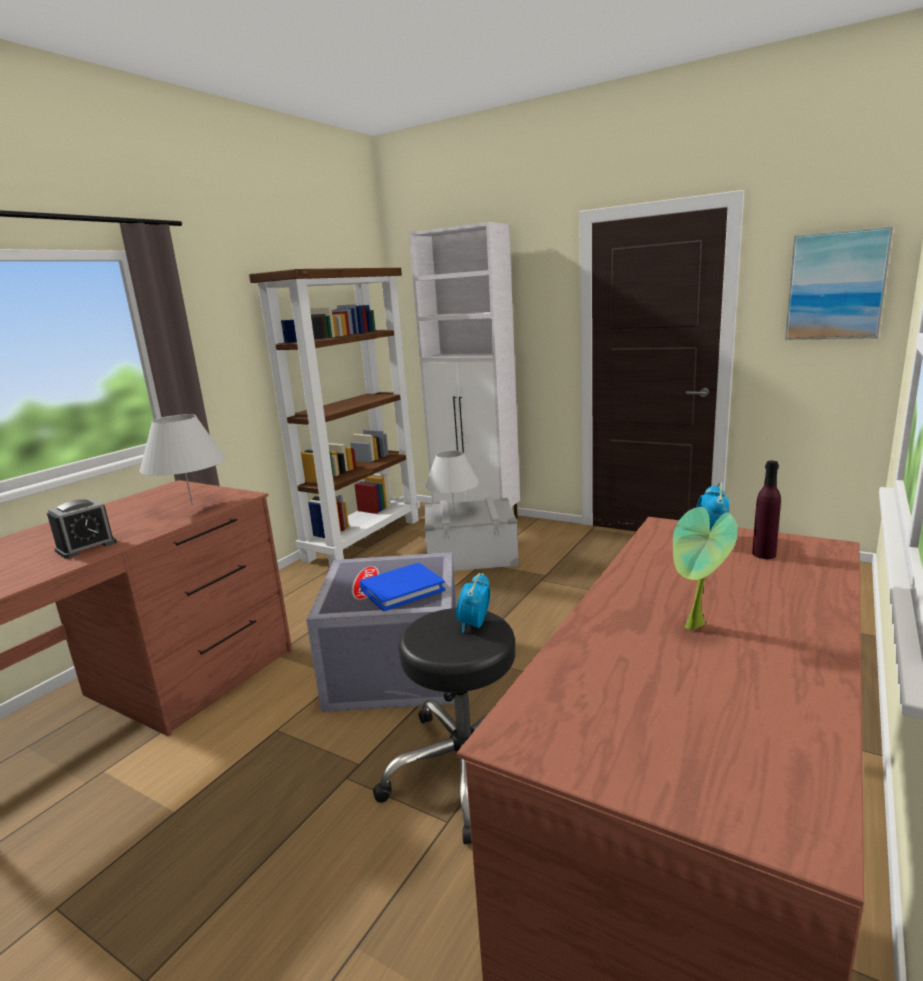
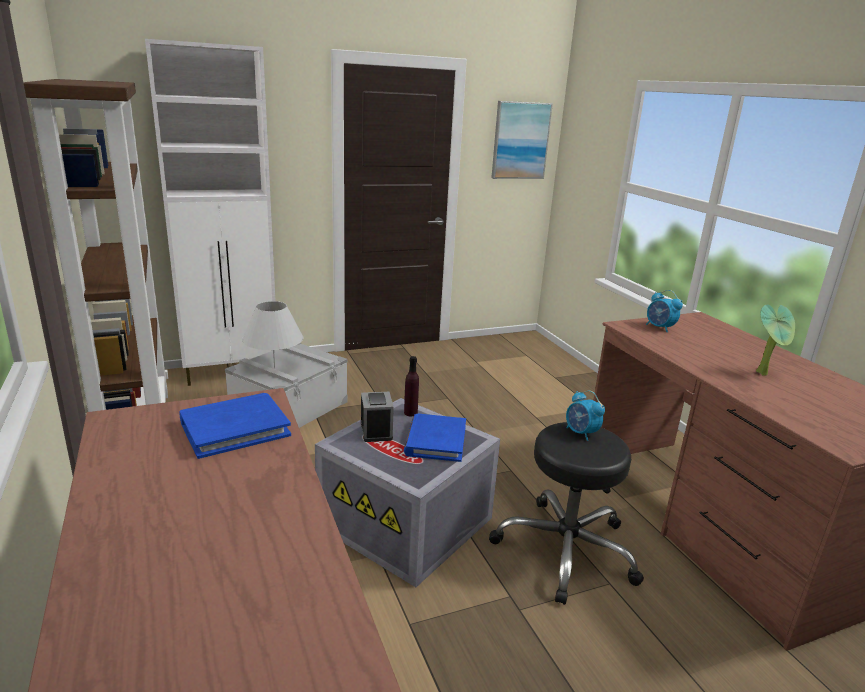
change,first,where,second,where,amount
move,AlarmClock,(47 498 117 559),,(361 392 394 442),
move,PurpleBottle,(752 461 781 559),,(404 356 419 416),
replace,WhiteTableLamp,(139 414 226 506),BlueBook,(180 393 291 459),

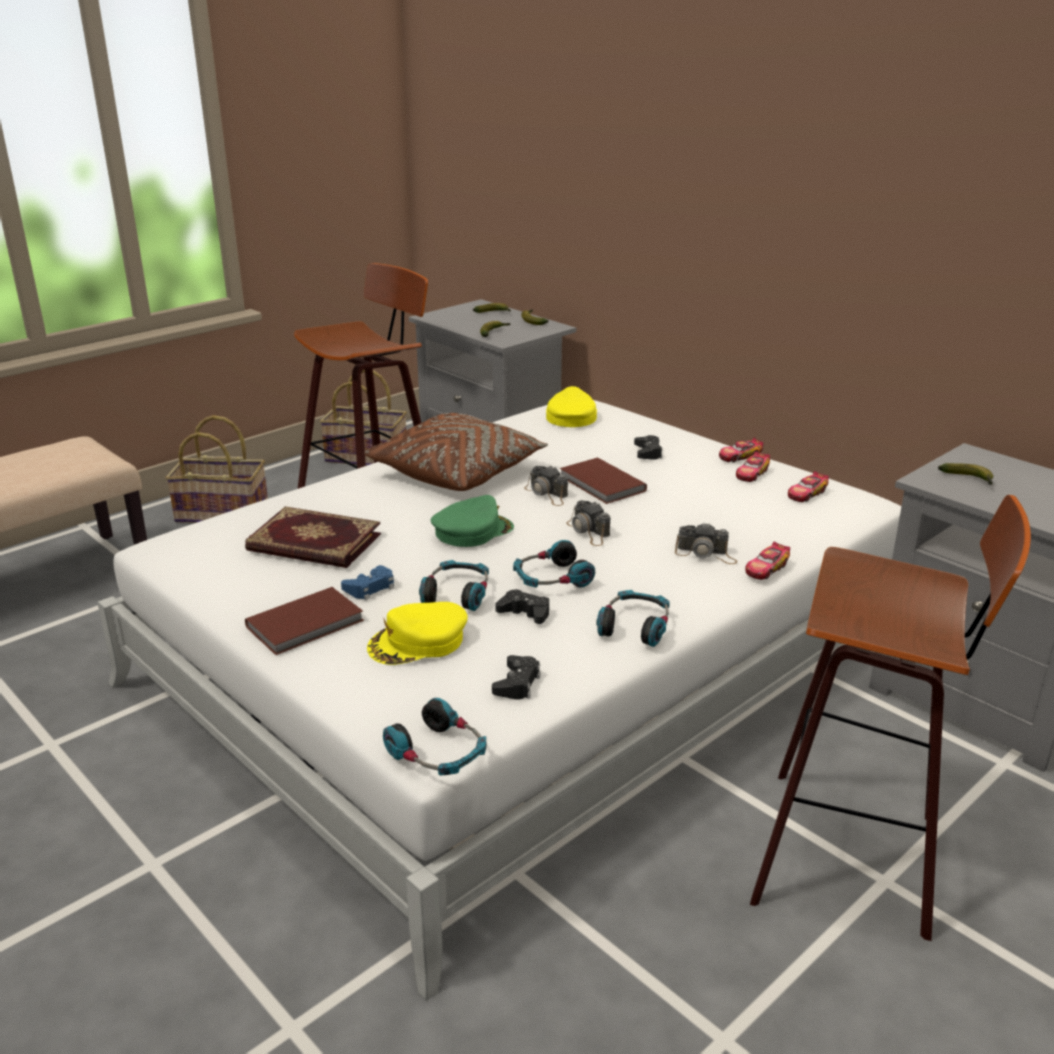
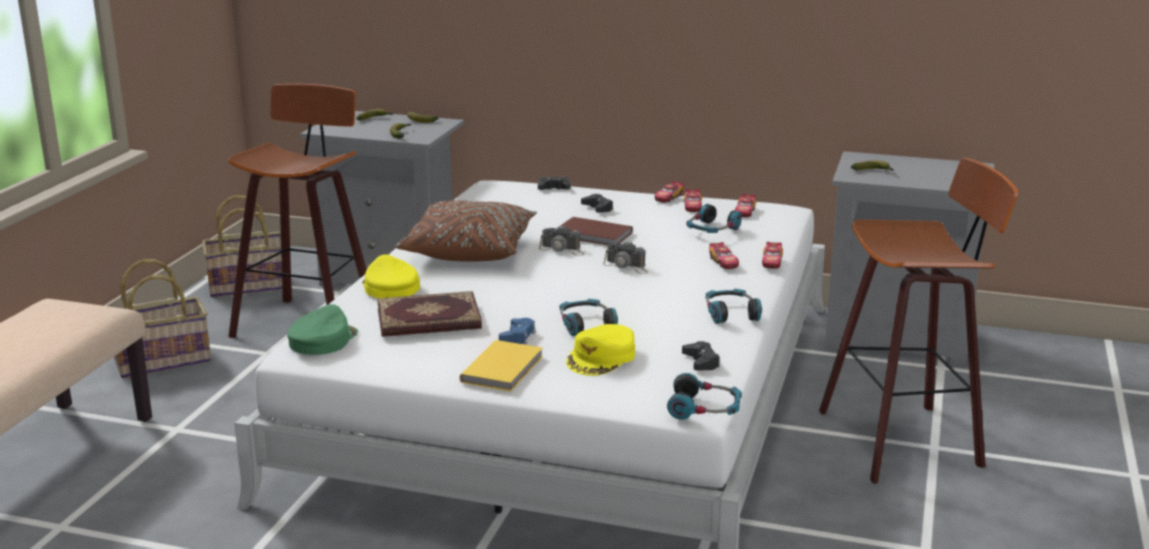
change,first,where,second,where,amount
move,GreenCap,(431 495 514 547),,(287 304 358 355),
move,BlackGameController,(495 589 549 624),,(538 177 571 190),
move,Headphones,(513 540 595 588),,(687 204 742 233),
move,YellowCap,(546 386 597 427),,(362 254 420 298),
replace,PhotoCamera,(675 522 737 564),ToyCar,(709 242 739 269),
recolor,BrownBook,(245 587 364 655),YellowBook,(459 340 543 392),

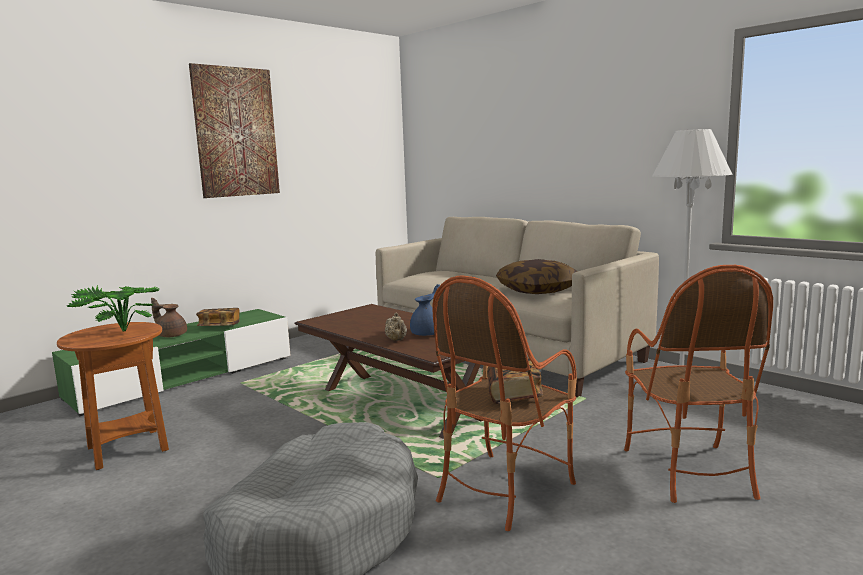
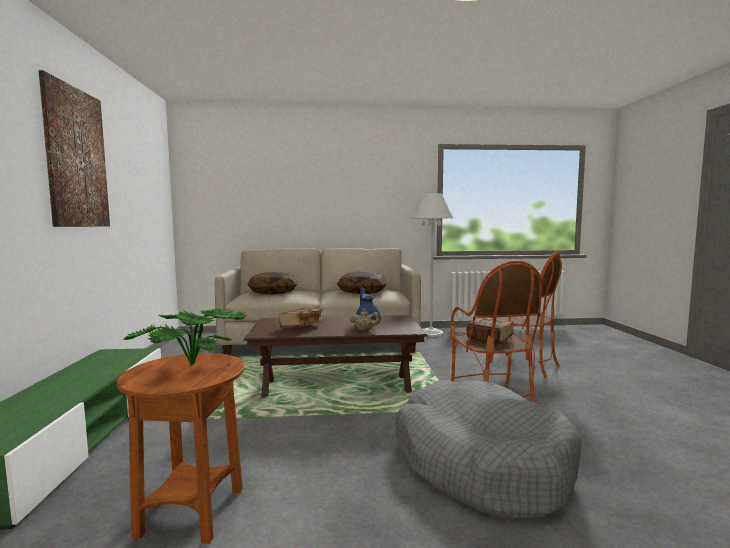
change,first,where,second,where,amount
delete,BrownTeapot,(151 298 187 337),,,
insert,,,Pillow,(248 272 298 294),
move,Book,(196 308 240 326),,(279 308 324 328),

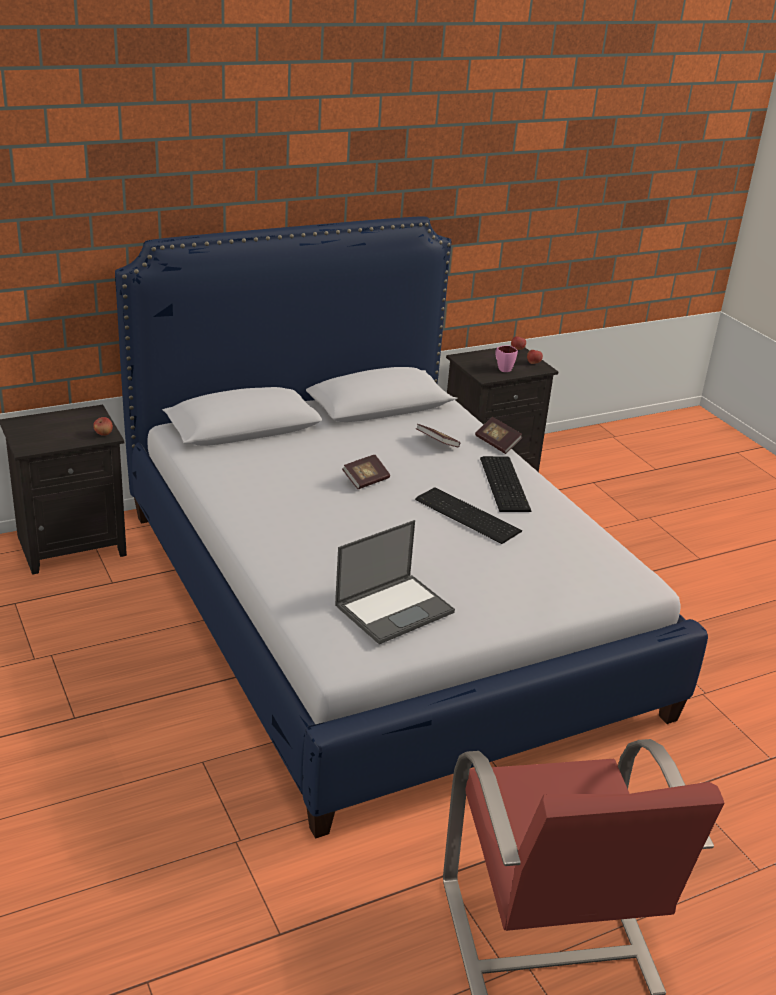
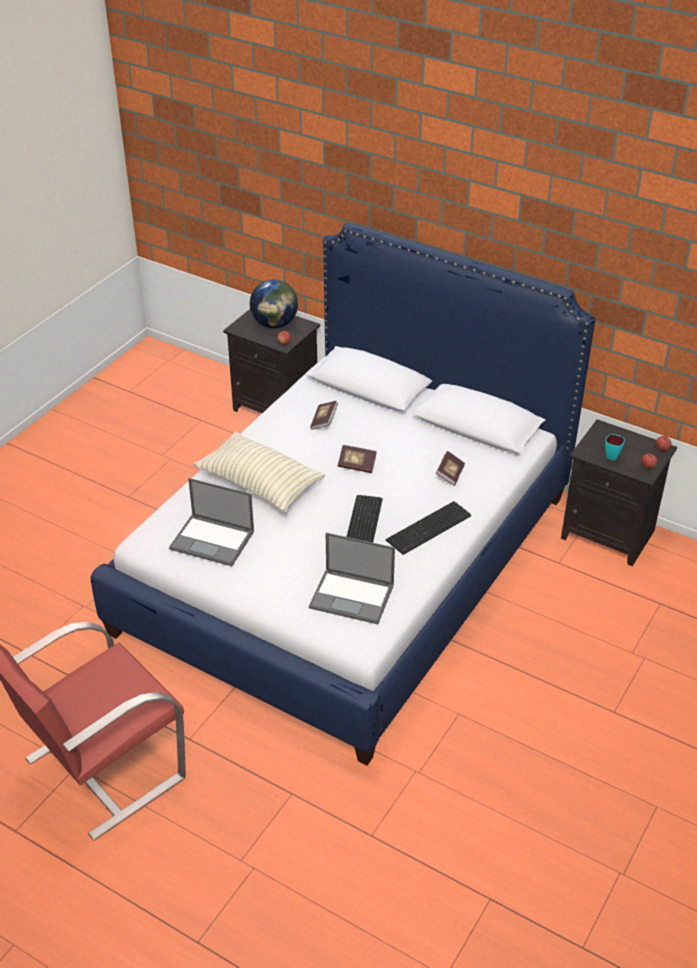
change,first,where,second,where,amount
insert,,,Pillow,(193 432 325 513),
insert,,,Globe,(250 280 298 328),
insert,,,Laptop,(309 533 395 624),
move,Book,(475 417 522 454),,(310 401 338 430),
recolor,PinkMug,(495 345 518 372),TurquoiseMug,(605 434 625 461),

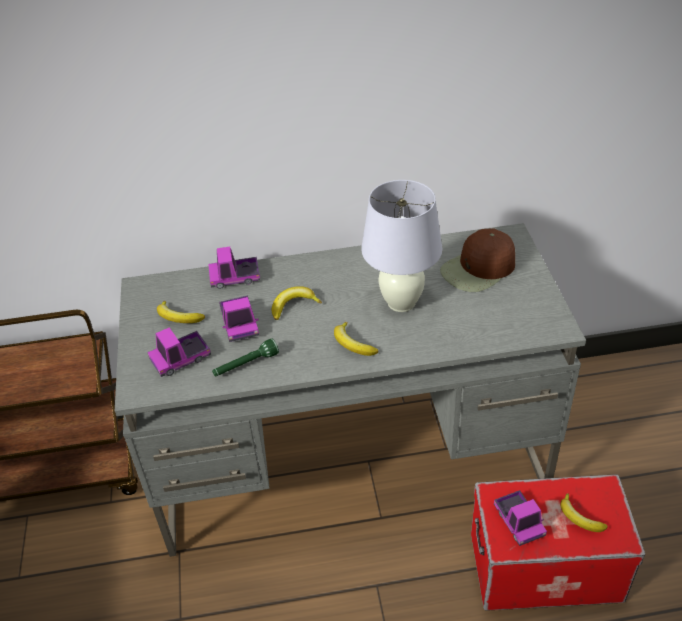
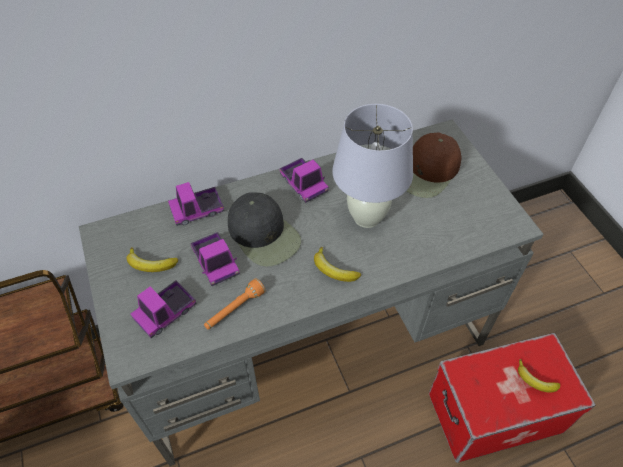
change,first,where,second,where,amount
move,ToyTruck,(494 490 547 546),,(280 158 328 203),
replace,Banana,(272 286 322 320),BlackCap,(228 192 301 267),
recolor,GreenFlashlight,(212 338 279 376),OrangeFlashlight,(204 279 265 329),

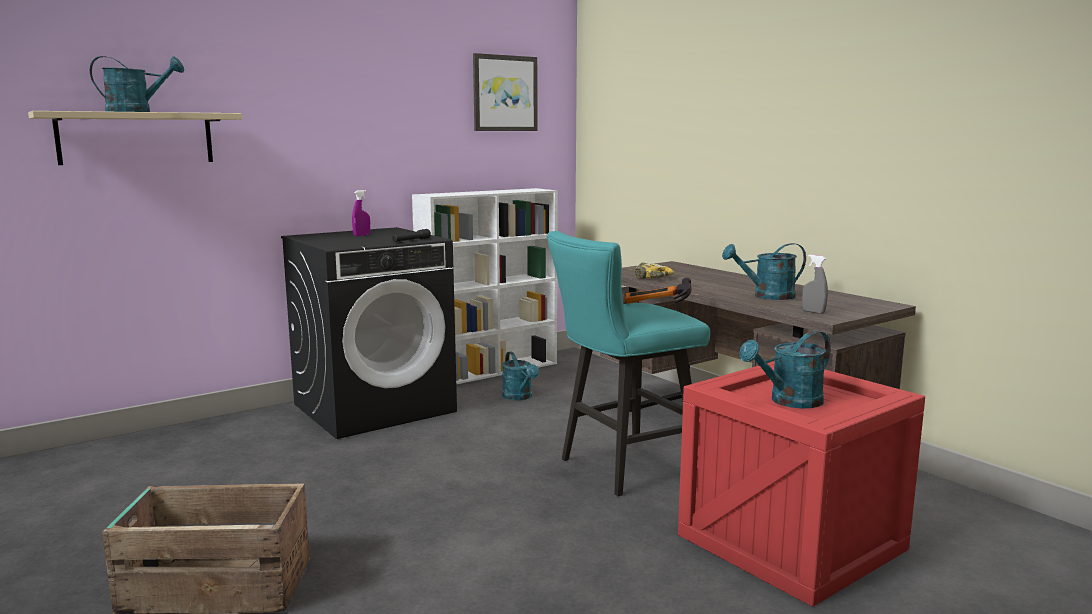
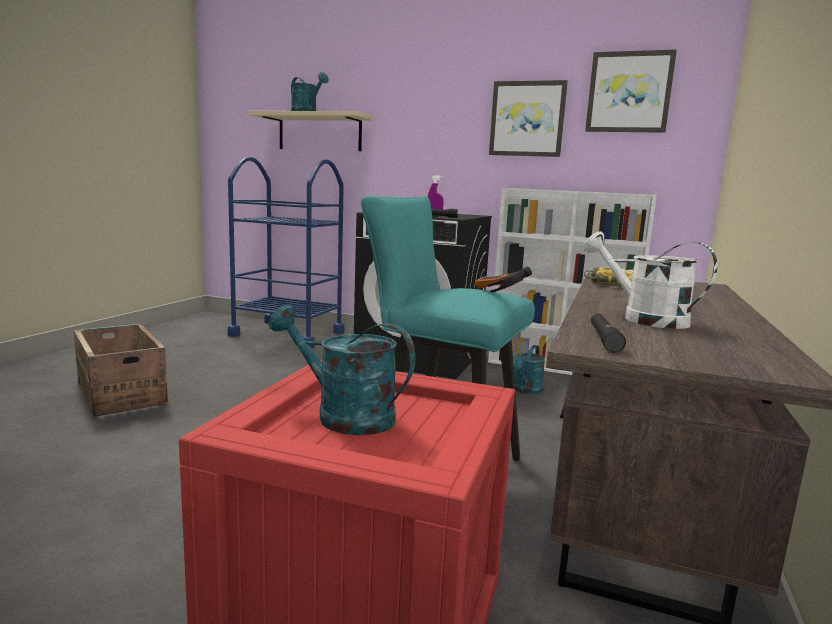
change,first,where,second,where,amount
insert,,,BlueCart,(228 157 345 348),
insert,,,Picture,(489 80 568 157),
replace,GreySprayBottle,(802 255 828 314),BlackFlashlight,(591 314 626 353),
recolor,TurquoiseWateringCan,(722 243 806 300),WhiteWateringCan,(584 231 717 329),

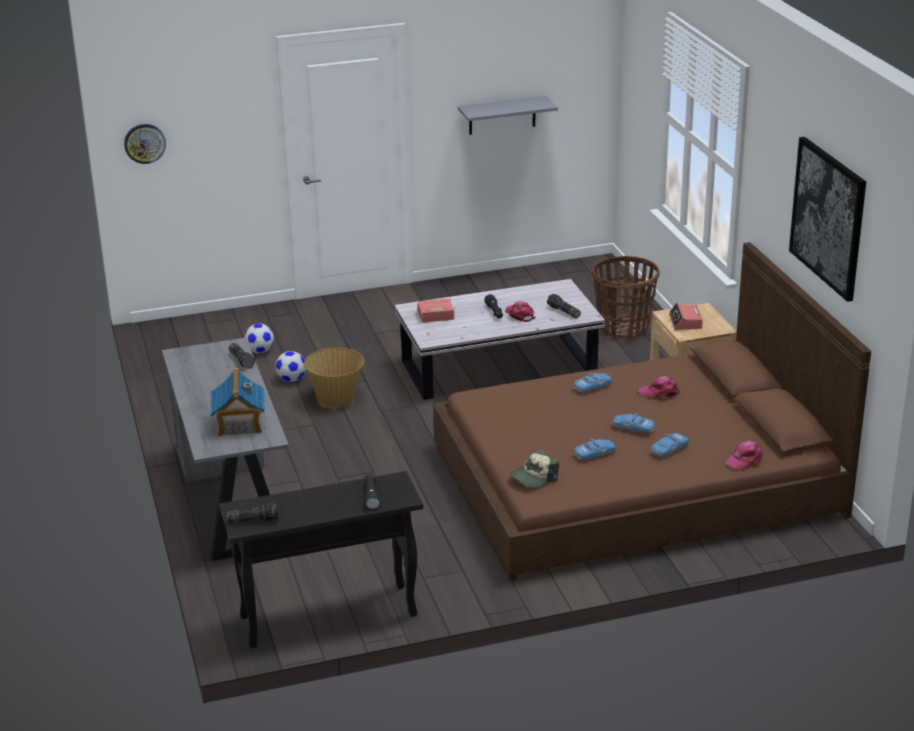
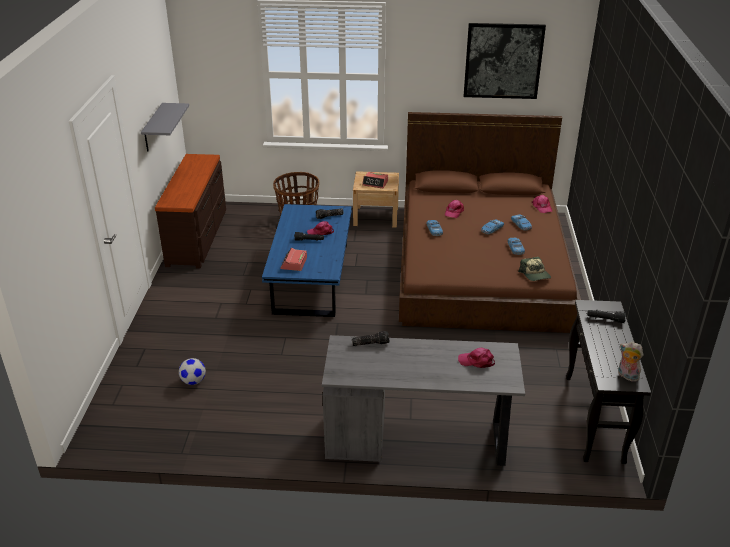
change,first,where,second,where,amount
delete,WallClock,(124 124 166 164),,,
delete,Football,(275 351 306 382),,,
delete,Basket,(304 348 364 408),,,
insert,,,BrownDresser,(155 154 226 268),
replace,ToyHouse,(210 368 265 436),PinkCap,(458 347 495 368),
replace,Flashlight,(227 503 279 524),PlushToy,(618 342 643 382),
recolor,WhiteCoffeeTable,(395 279 605 400),BlueCoffeeTable,(262 204 352 317),

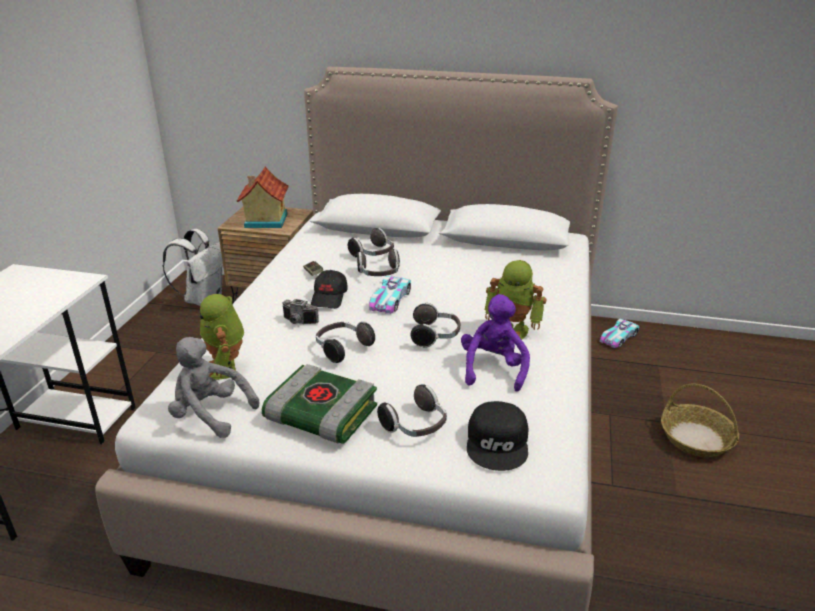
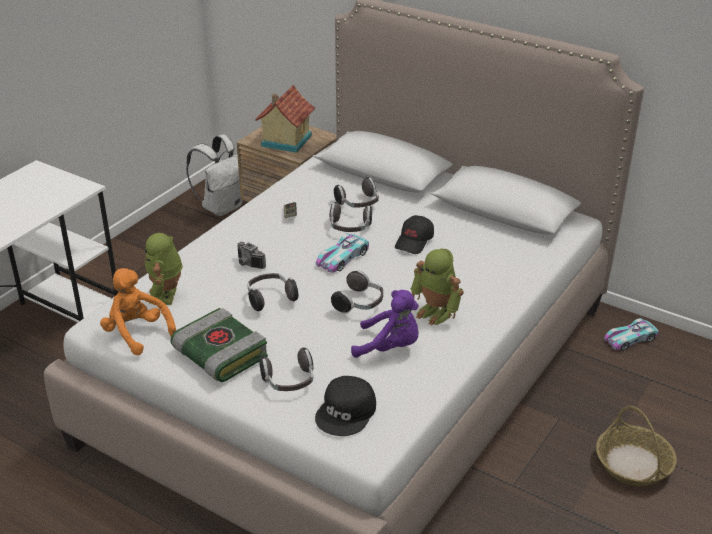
change,first,where,second,where,amount
move,BlackCap,(311 270 347 309),,(395 215 434 254),
recolor,GreyPlushToy,(168 337 259 438),OrangePlushToy,(100 268 176 355),
rotate,PurplePlushToy,(461 294 530 392),,(351 290 419 358),75 degrees clockwise

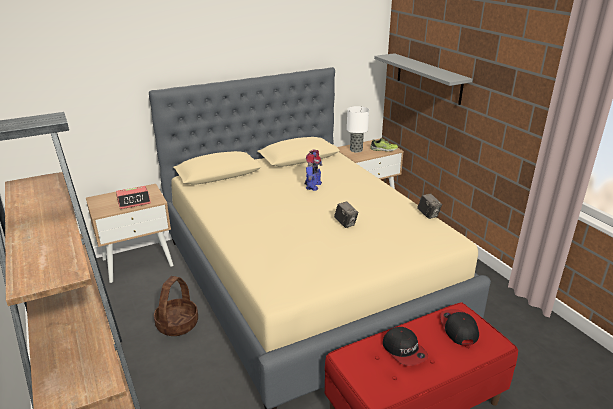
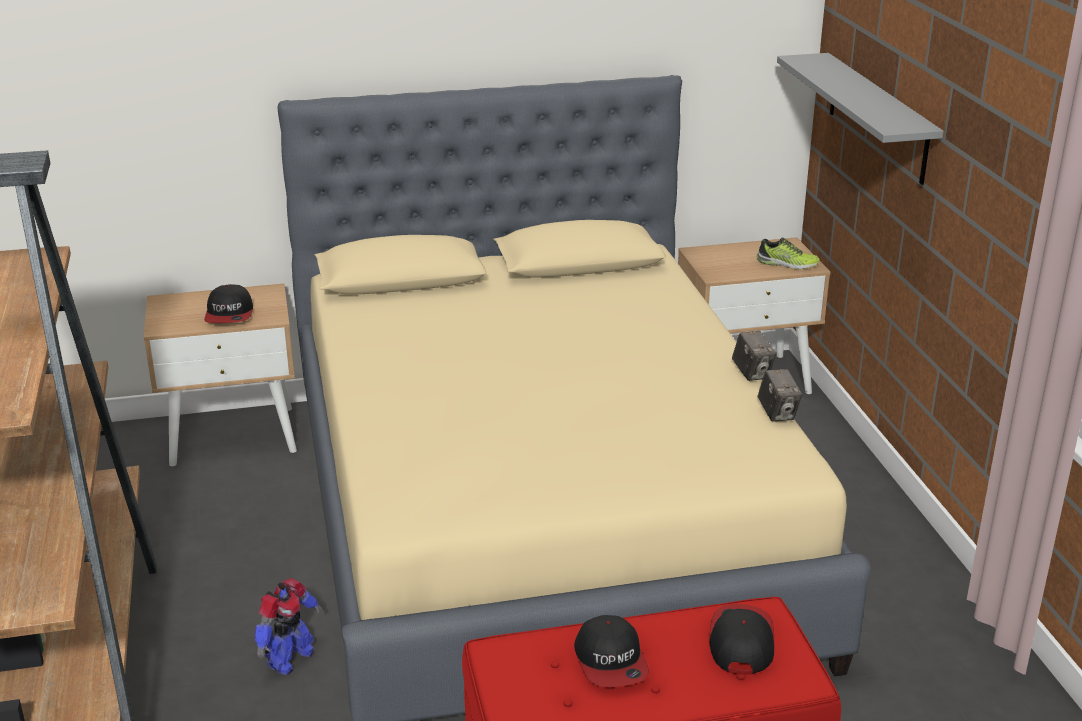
change,first,where,second,where,amount
delete,Basket,(154 276 198 336),,,
delete,TableLamp,(347 106 369 152),,,
move,ToyRobot,(304 149 322 191),,(255 578 322 675),
move,PhotoCamera,(334 202 358 228),,(732 331 776 381),
replace,AlarmClock,(116 186 151 209),Cap,(205 284 253 323),

